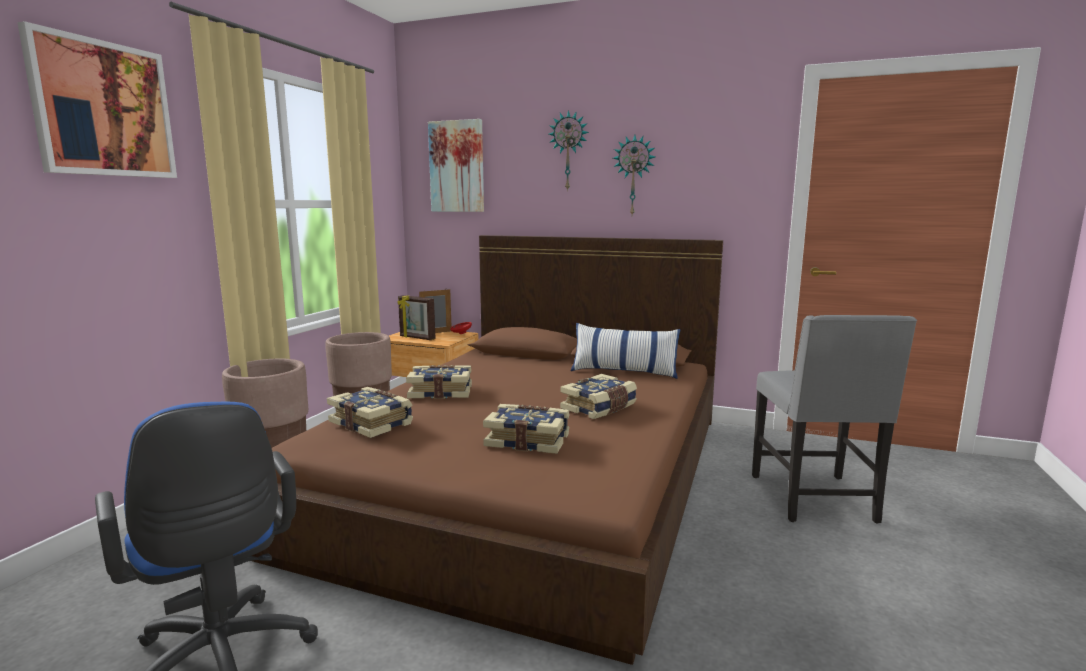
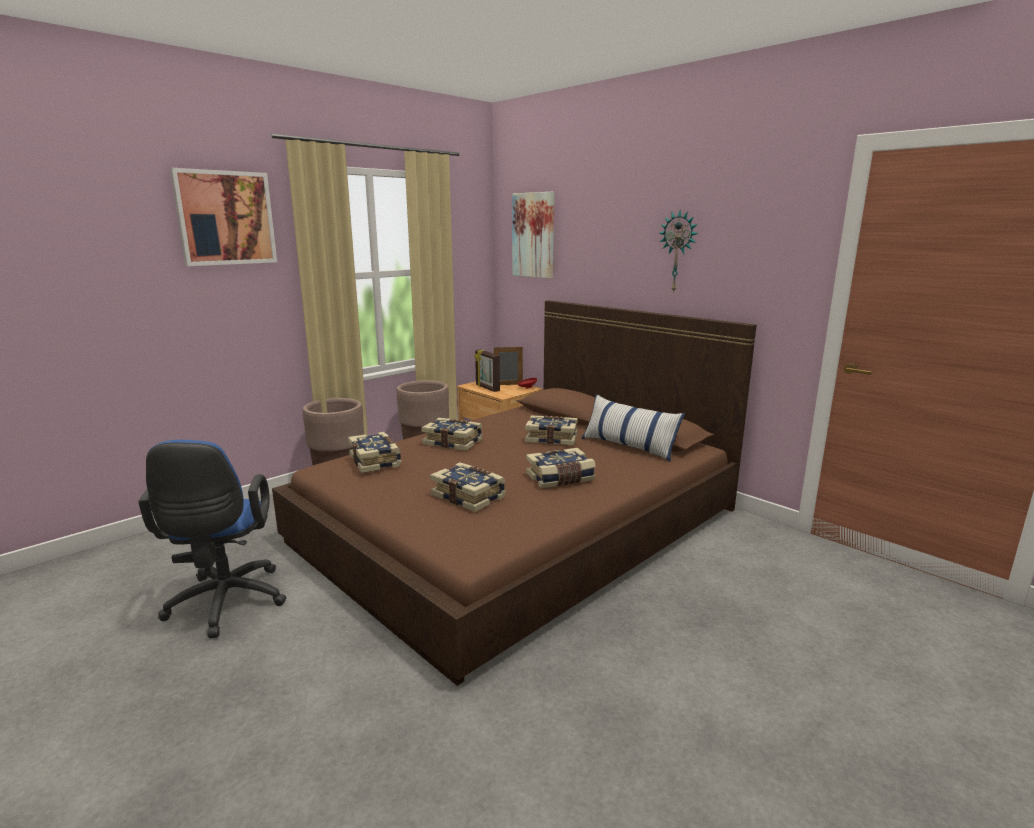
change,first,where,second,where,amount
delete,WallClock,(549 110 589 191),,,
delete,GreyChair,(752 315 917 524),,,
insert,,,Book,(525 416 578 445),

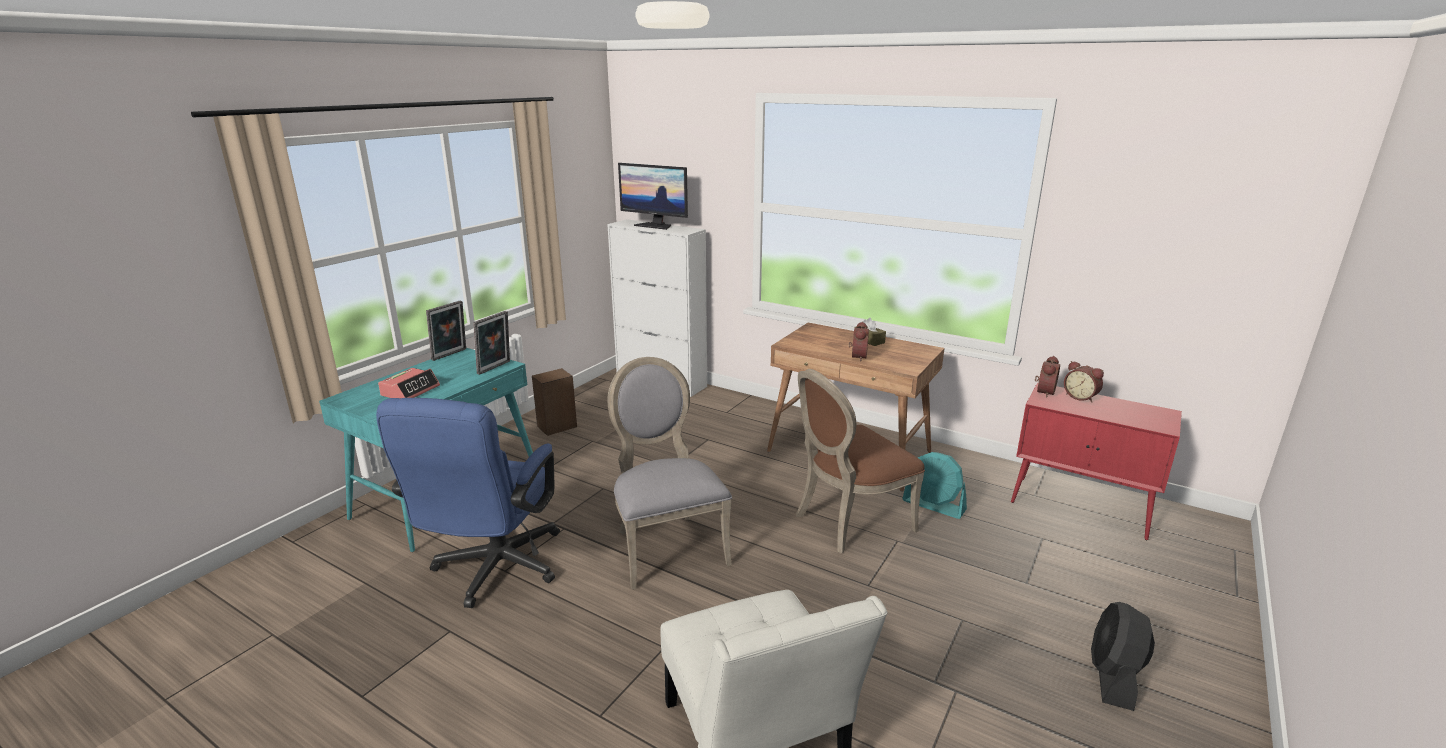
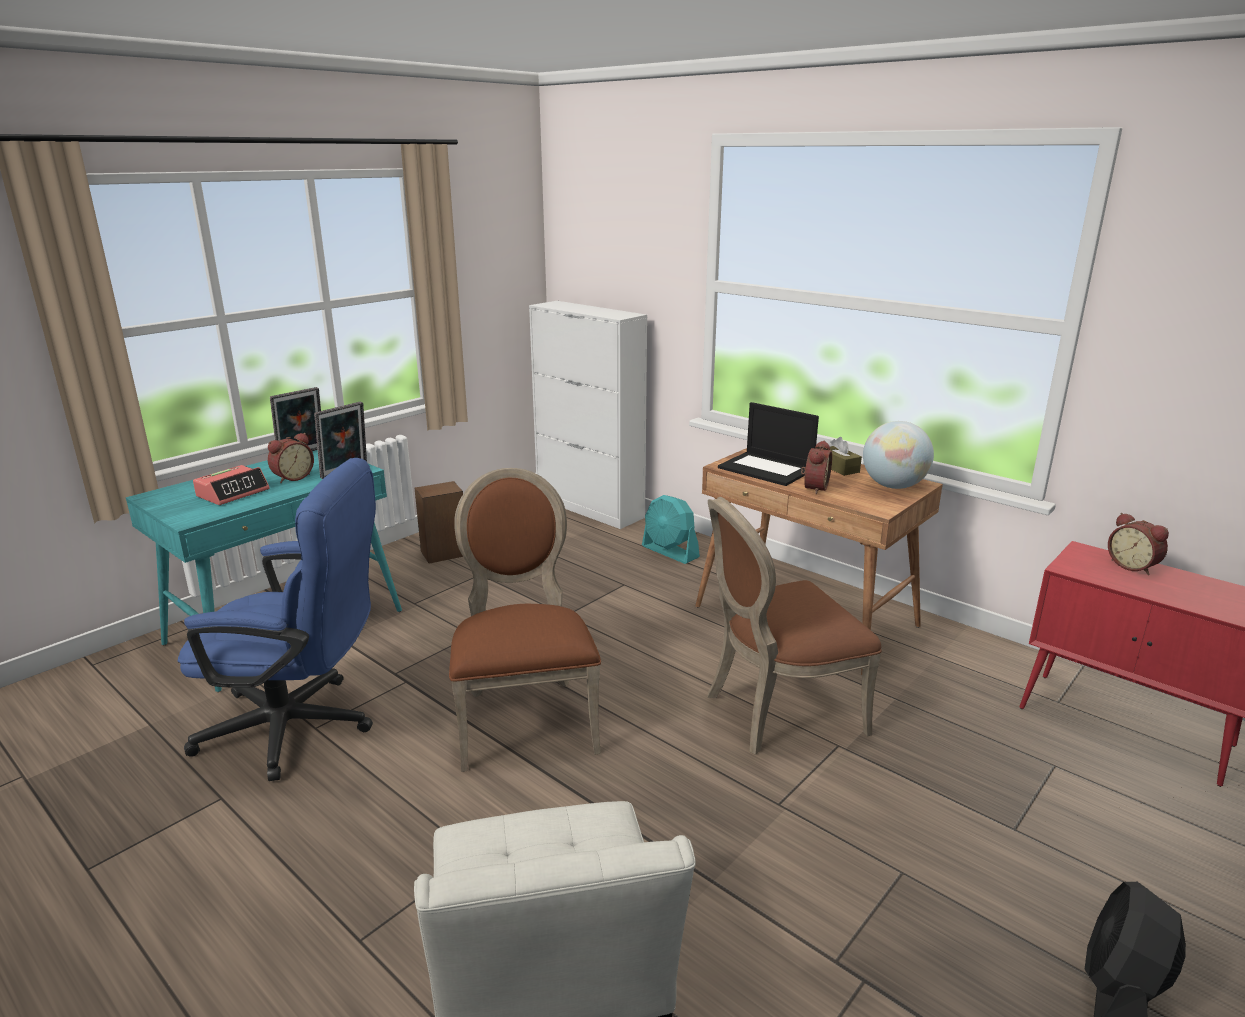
change,first,where,second,where,amount
delete,Monitor,(618 163 688 230),,,
insert,,,Laptop,(718 402 819 486),
insert,,,Globe,(863 421 934 489),
move,TurquoiseFan,(902 452 967 519),,(642 495 700 564),
move,AlarmClock,(1035 356 1060 398),,(268 433 314 483),
recolor,GreyChair,(607 357 732 590),BrownChair,(449 468 601 772),
rotate,BlueOfficeChair,(376 398 560 608),,(178 458 376 781),105 degrees counterclockwise

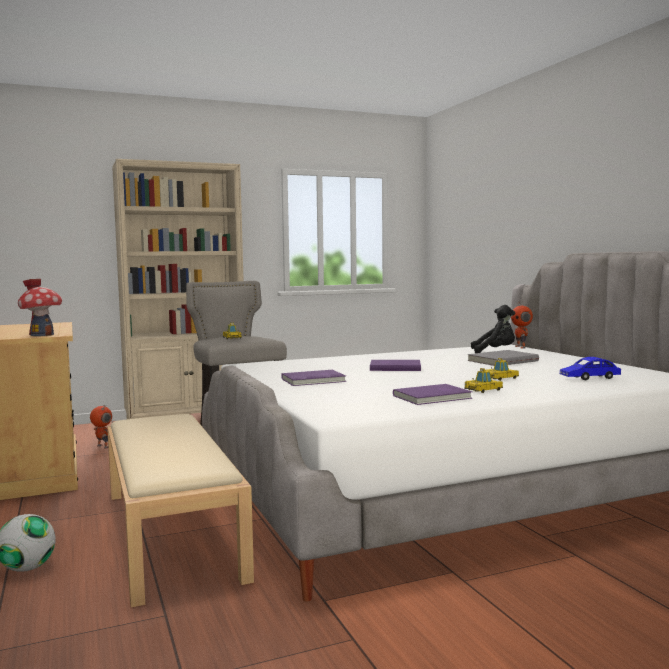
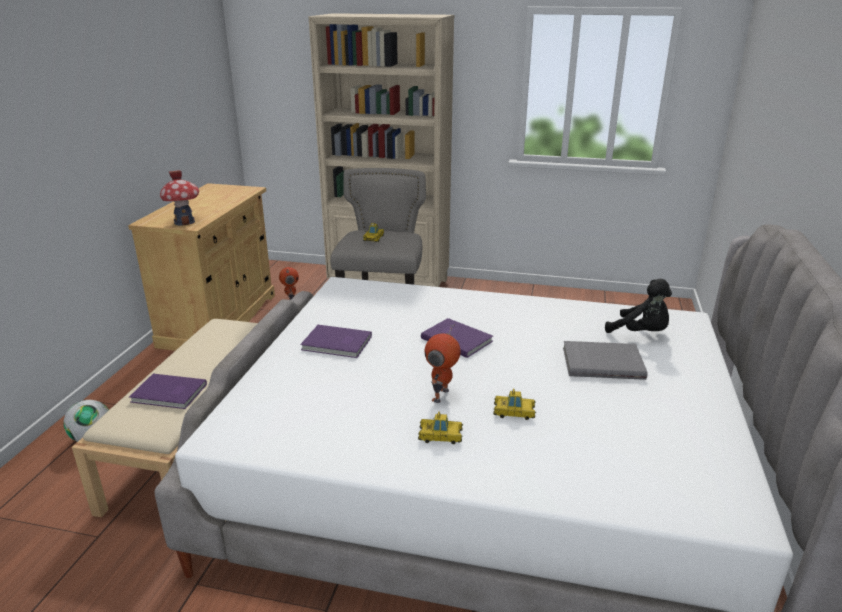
change,first,where,second,where,amount
delete,BlueToyCar,(560 357 621 380),,,
move,PurpleBook,(393 384 473 405),,(129 374 207 409),
move,ToyRobot,(511 302 533 349),,(425 324 461 403),

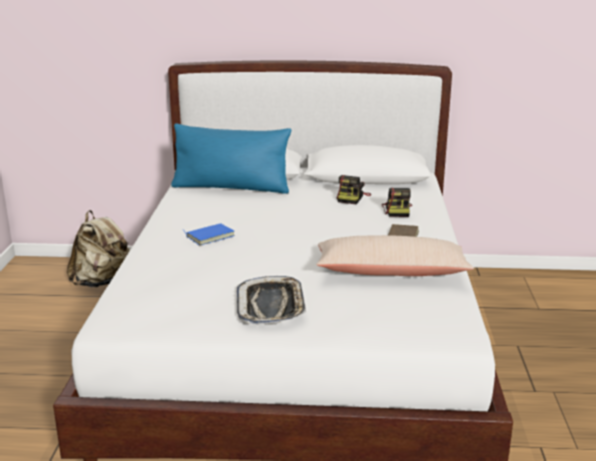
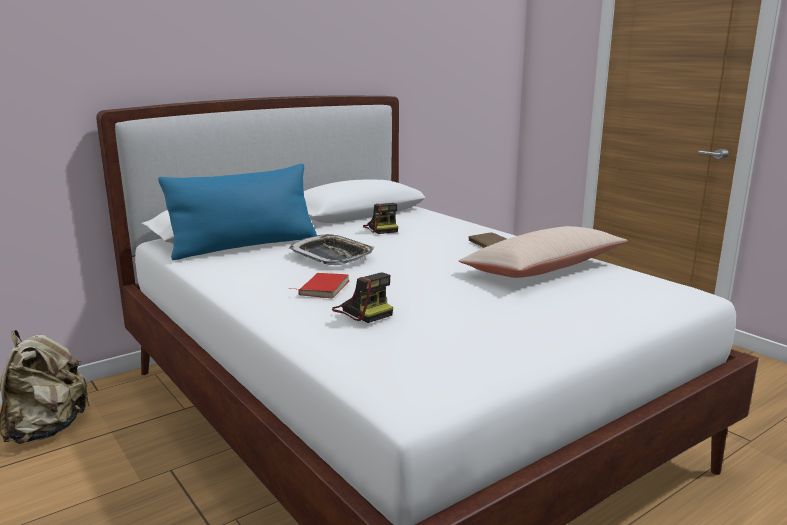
change,first,where,second,where,amount
move,Tray,(237 276 306 324),,(288 234 375 265),
move,PhotoCamera,(382 188 412 217),,(332 272 393 323),
recolor,BlueBook,(184 223 234 245),RedBook,(289 273 350 298),

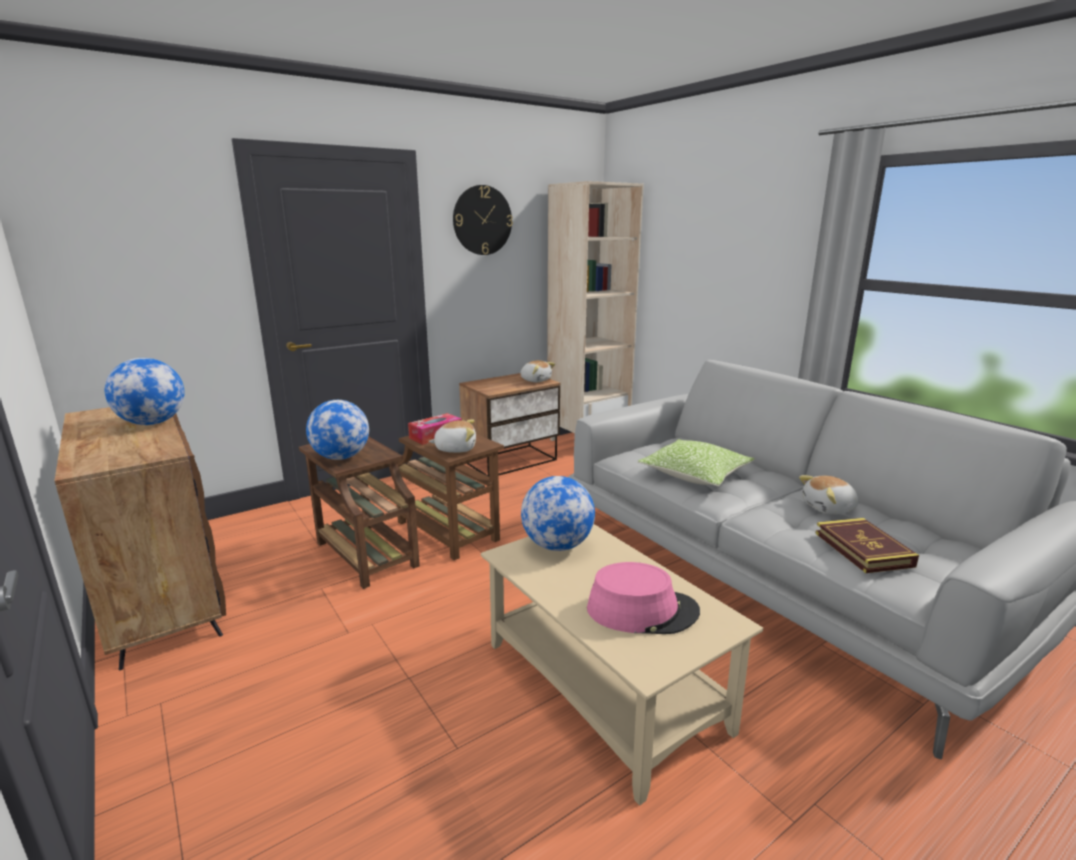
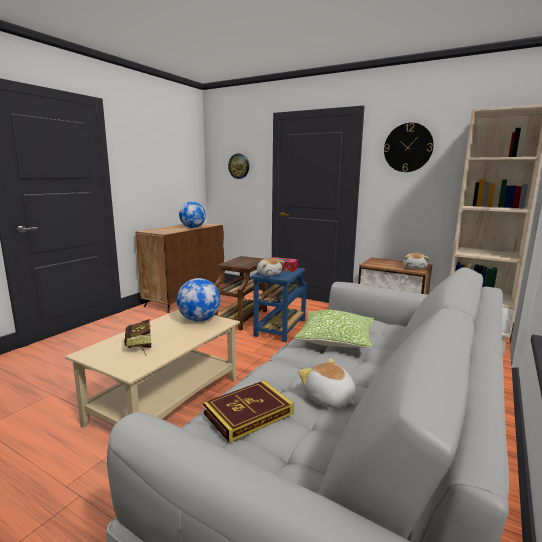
change,first,where,second,where,amount
delete,Globe,(306 400 369 460),,,
insert,,,WallClock,(228 154 249 179),
replace,PinkHat,(587 562 700 634),Book,(124 319 151 355),
recolor,BrownSideTable,(395 434 504 560),BlueSideTable,(250 268 307 342),

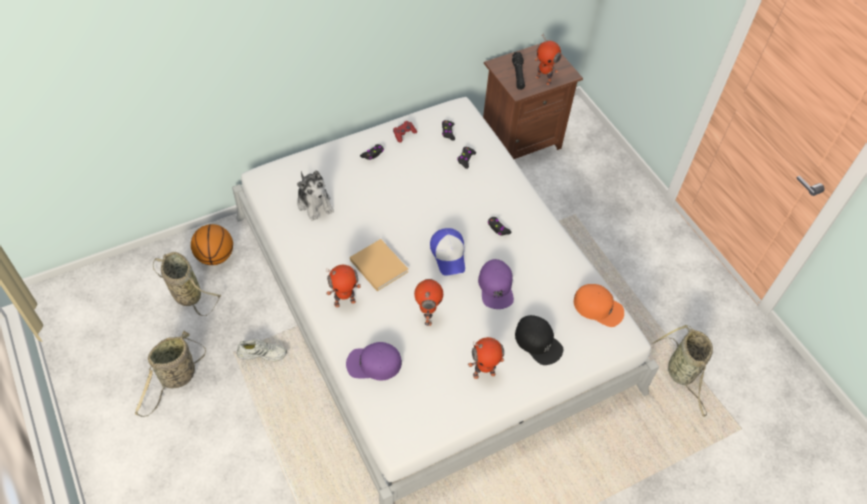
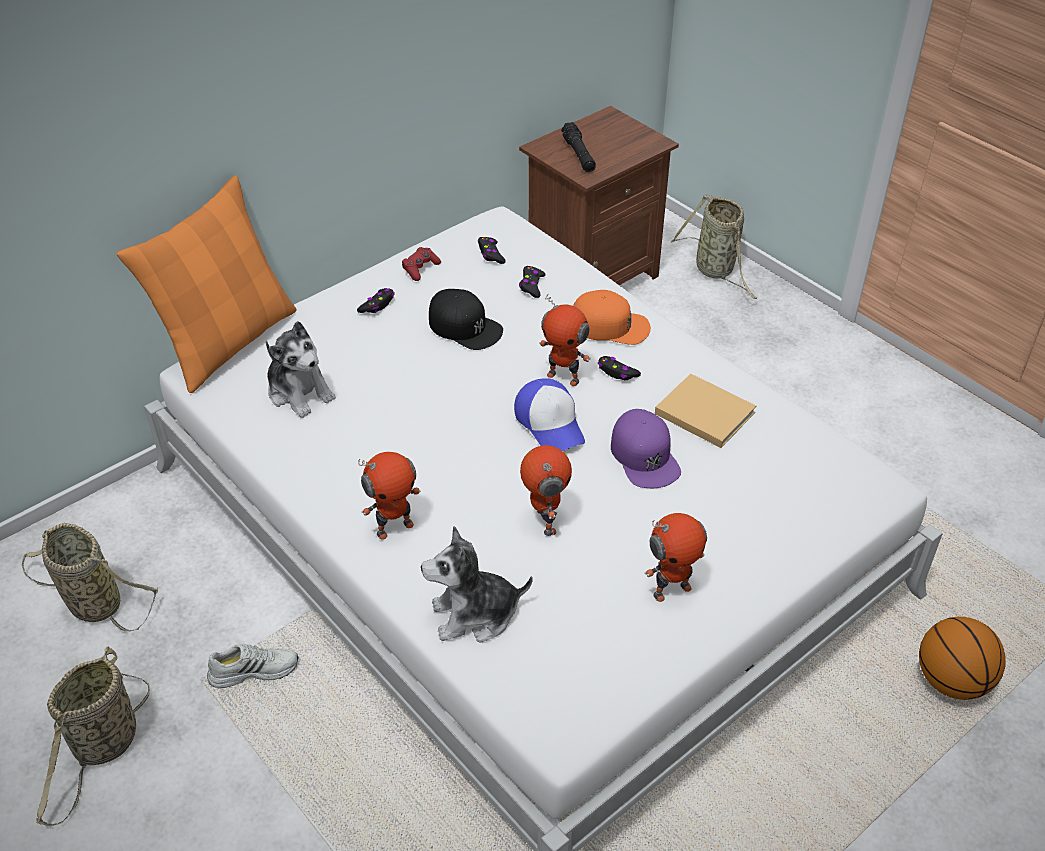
change,first,where,second,where,amount
insert,,,OrangePillow,(117 175 297 393),
move,Basketball,(191 224 233 265),,(919 617 1006 700),
move,BeigeBook,(350 239 408 291),,(655 373 756 448),
move,BlackCap,(515 315 564 365),,(429 289 503 350),
move,ToyRobot,(535 33 561 85),,(539 294 591 386),
move,OrangeCap,(574 284 624 327),,(573 290 651 345),
move,Basket,(653 325 713 417),,(671 194 757 299),
replace,PurpleCap,(346 342 402 381),PlushToy,(421 526 533 643),

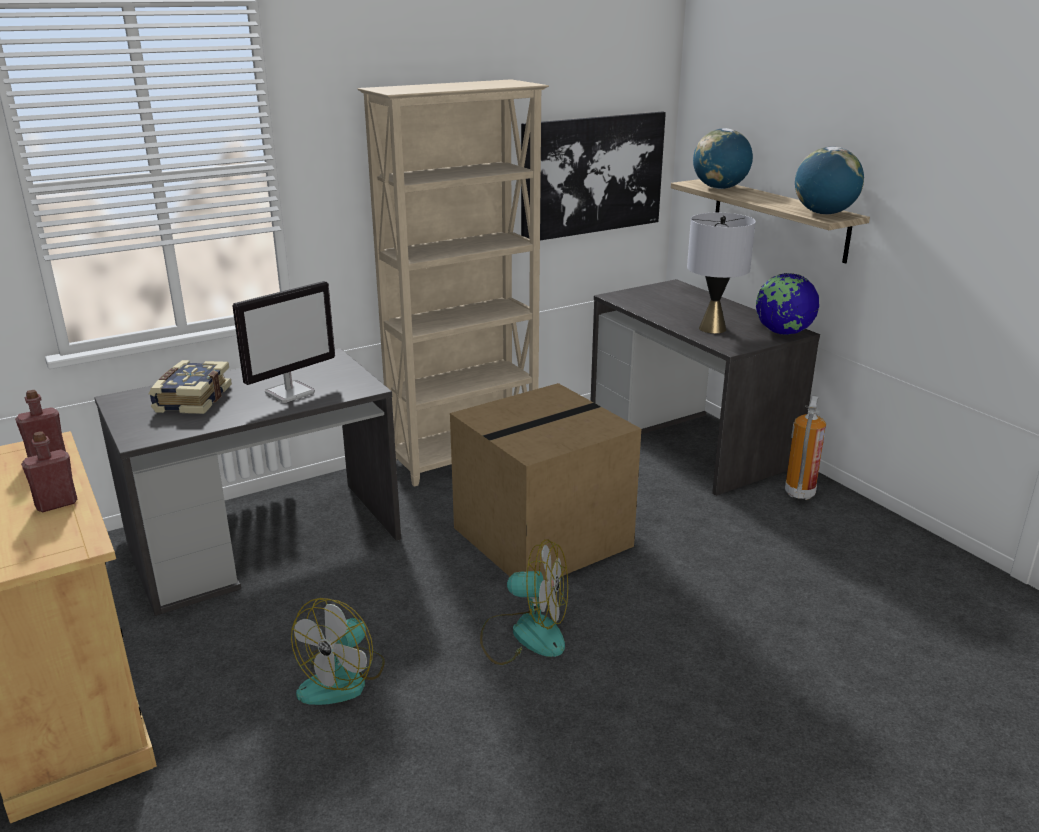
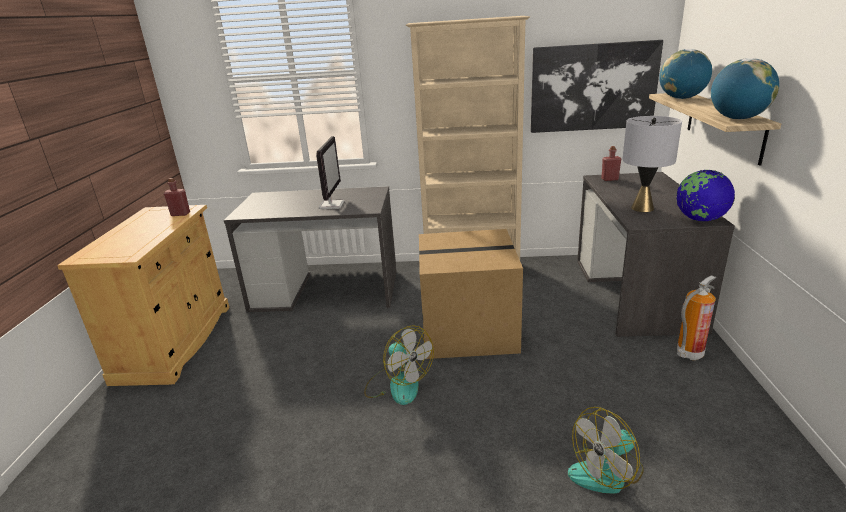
change,first,where,second,where,amount
delete,Book,(149 360 232 414),,,
move,RedBottle,(21 431 77 512),,(601 146 621 181),
move,Fan,(291 598 385 705),,(568 407 644 494),
rotate,Monitor,(232 281 335 403),,(316 136 345 209),75 degrees counterclockwise

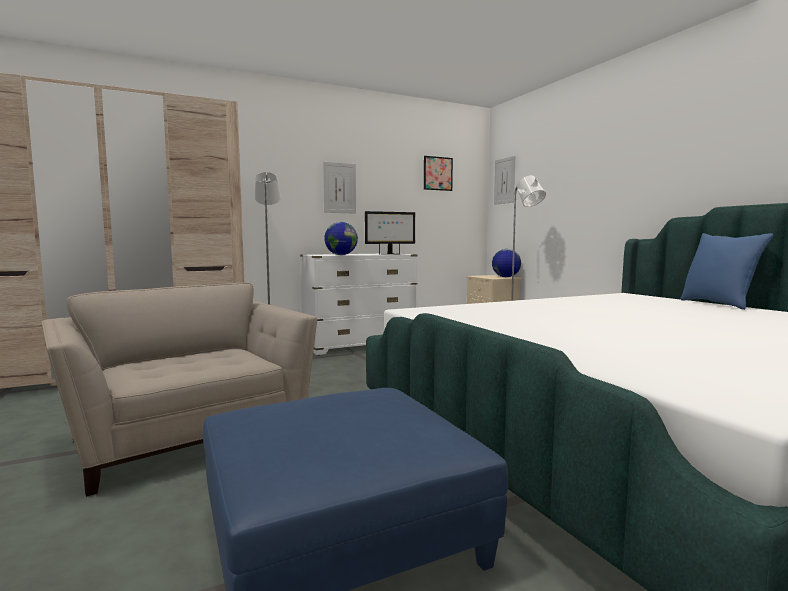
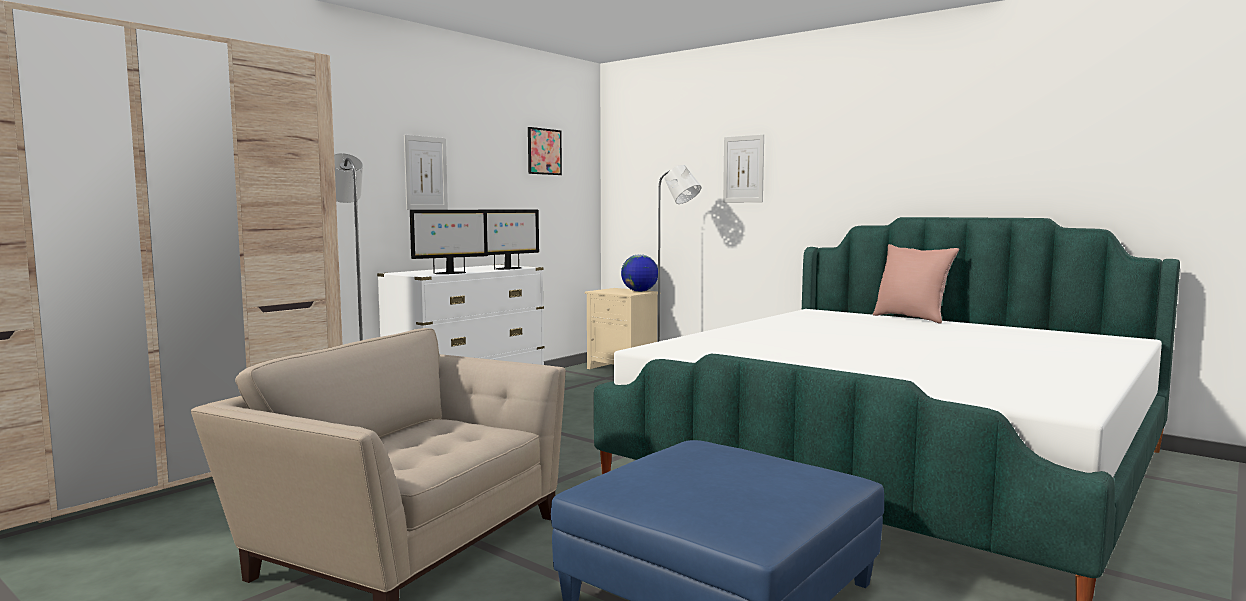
change,first,where,second,where,amount
move,Picture,(494 156 515 205),,(723 134 764 203),
replace,Globe,(324 222 358 255),Monitor,(410 210 488 274),
recolor,BluePillow,(680 233 773 310),PinkPillow,(873 244 959 324),

